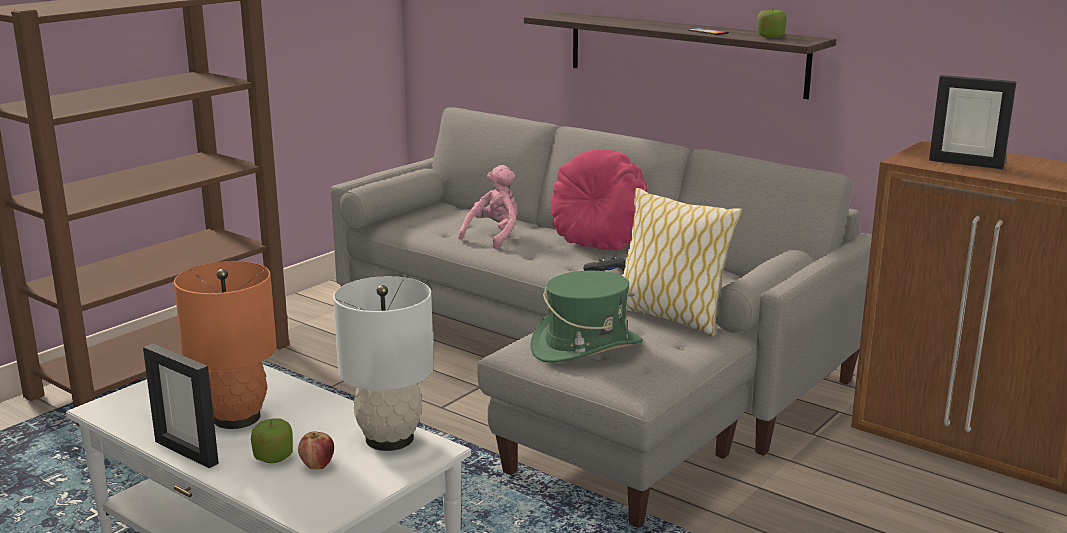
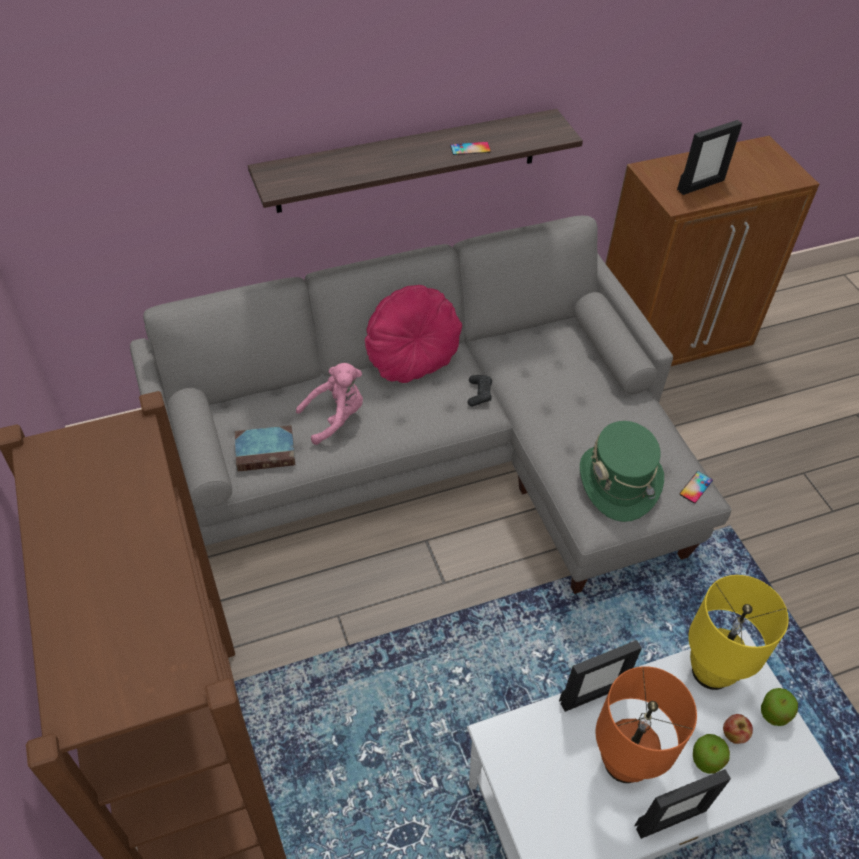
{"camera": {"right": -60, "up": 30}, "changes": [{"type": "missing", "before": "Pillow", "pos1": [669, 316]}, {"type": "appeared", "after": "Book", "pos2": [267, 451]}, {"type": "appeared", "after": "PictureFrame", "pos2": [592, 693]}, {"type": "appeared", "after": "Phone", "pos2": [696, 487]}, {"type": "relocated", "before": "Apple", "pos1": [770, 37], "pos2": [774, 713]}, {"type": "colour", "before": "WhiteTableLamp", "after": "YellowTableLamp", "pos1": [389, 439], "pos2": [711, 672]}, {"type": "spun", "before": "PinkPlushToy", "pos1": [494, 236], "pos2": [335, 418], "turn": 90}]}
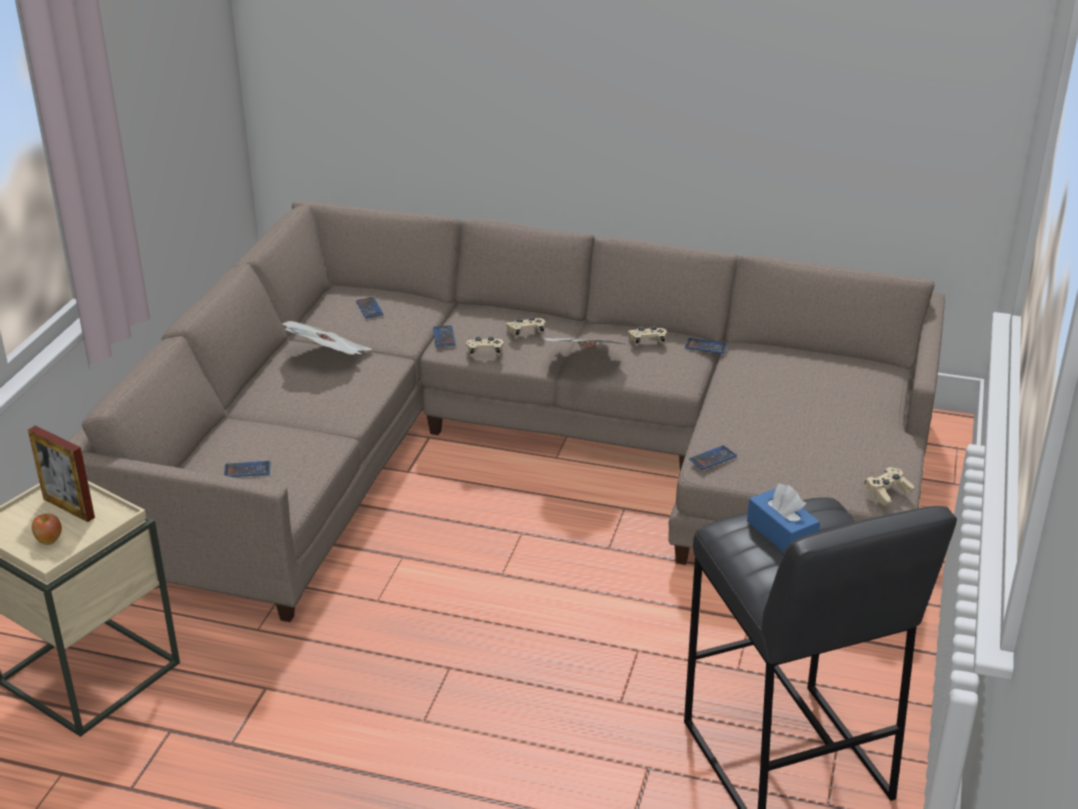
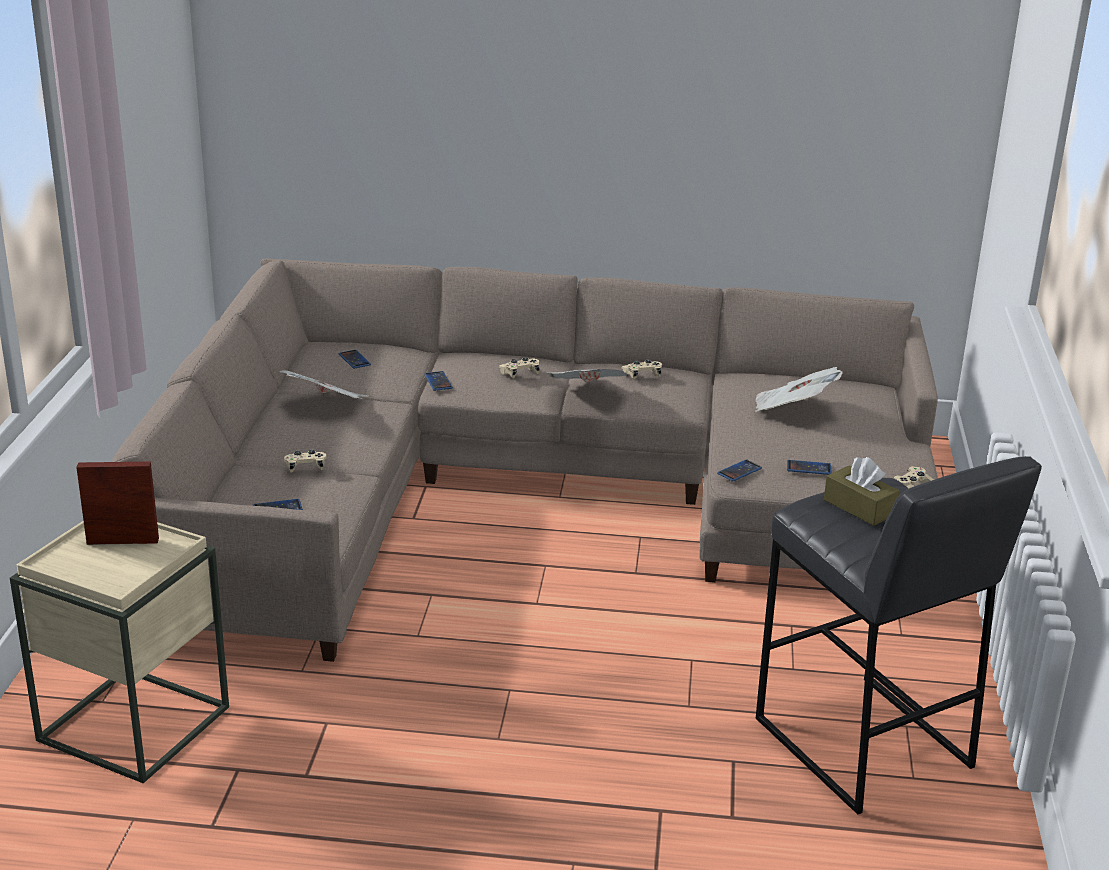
{"camera": {"right": -10, "up": -5}, "changes": [{"type": "missing", "before": "Apple", "pos1": [49, 540]}, {"type": "appeared", "after": "Newspaper", "pos2": [792, 410]}, {"type": "relocated", "before": "BeigeGameController", "pos1": [485, 352], "pos2": [305, 468]}, {"type": "relocated", "before": "Phone", "pos1": [706, 346], "pos2": [808, 468]}, {"type": "colour", "before": "BlueTissueBox", "after": "BrownTissueBox", "pos1": [781, 533], "pos2": [859, 507]}, {"type": "spun", "before": "PictureFrame", "pos1": [69, 508], "pos2": [123, 541], "turn": 150}]}
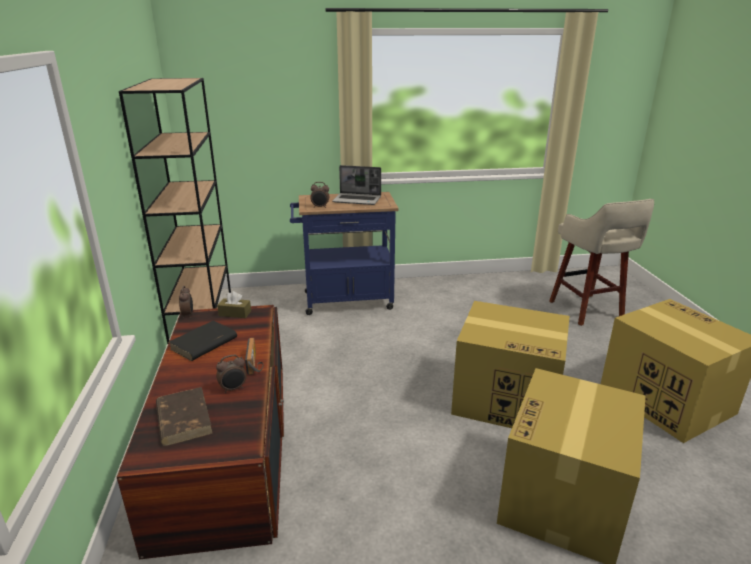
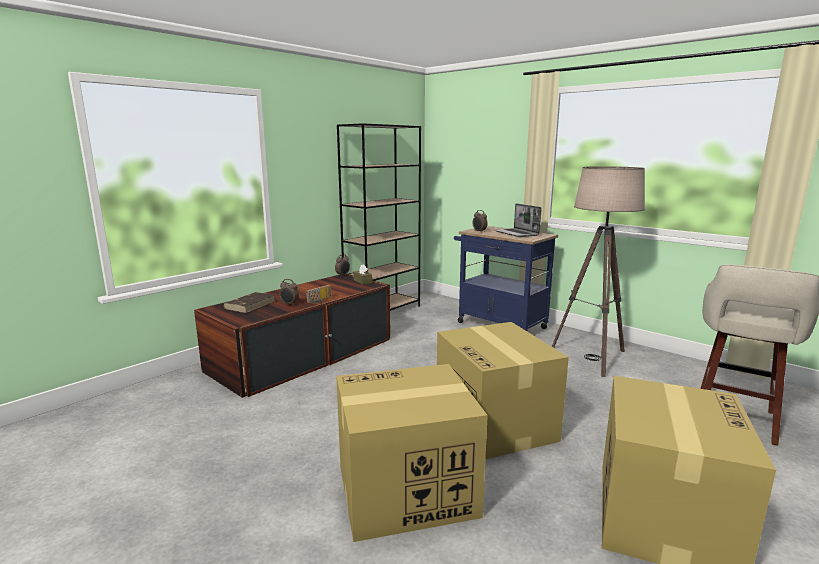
{"camera": {"right": 50, "up": -10}, "changes": [{"type": "missing", "before": "BlackBook", "pos1": [203, 344]}, {"type": "appeared", "after": "FloorLamp", "pos2": [592, 358]}]}
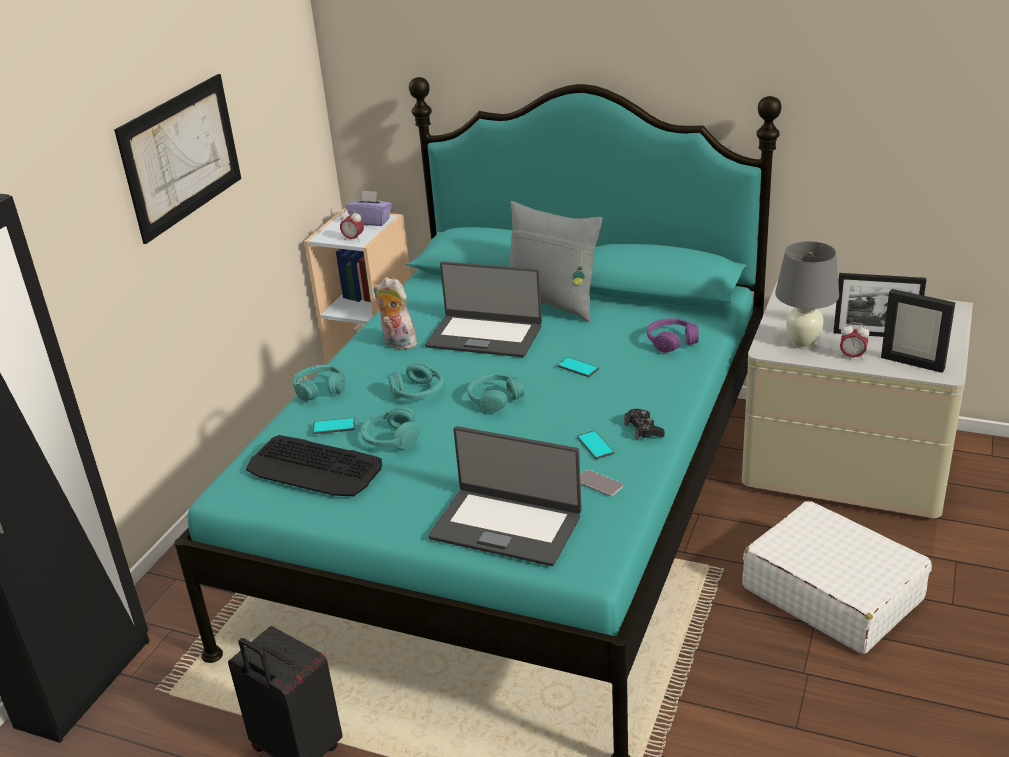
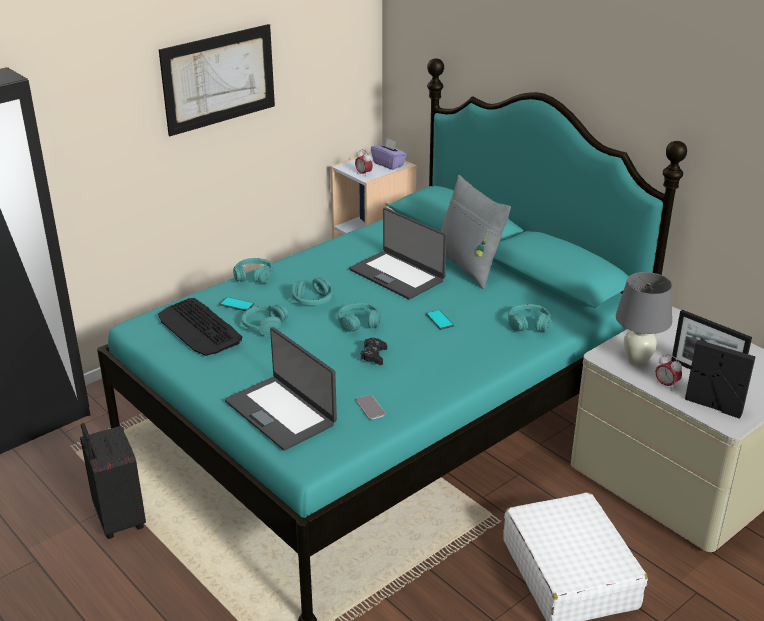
{"camera": {"right": 25, "up": 0}, "changes": [{"type": "missing", "before": "PlushToy", "pos1": [397, 343]}, {"type": "missing", "before": "Phone", "pos1": [595, 445]}, {"type": "relocated", "before": "BlackGameController", "pos1": [643, 429], "pos2": [373, 355]}, {"type": "colour", "before": "PurpleHeadphones", "after": "TurquoiseHeadphones", "pos1": [671, 341], "pos2": [528, 324]}, {"type": "spun", "before": "PictureFrame", "pos1": [913, 362], "pos2": [713, 407], "turn": 150}]}
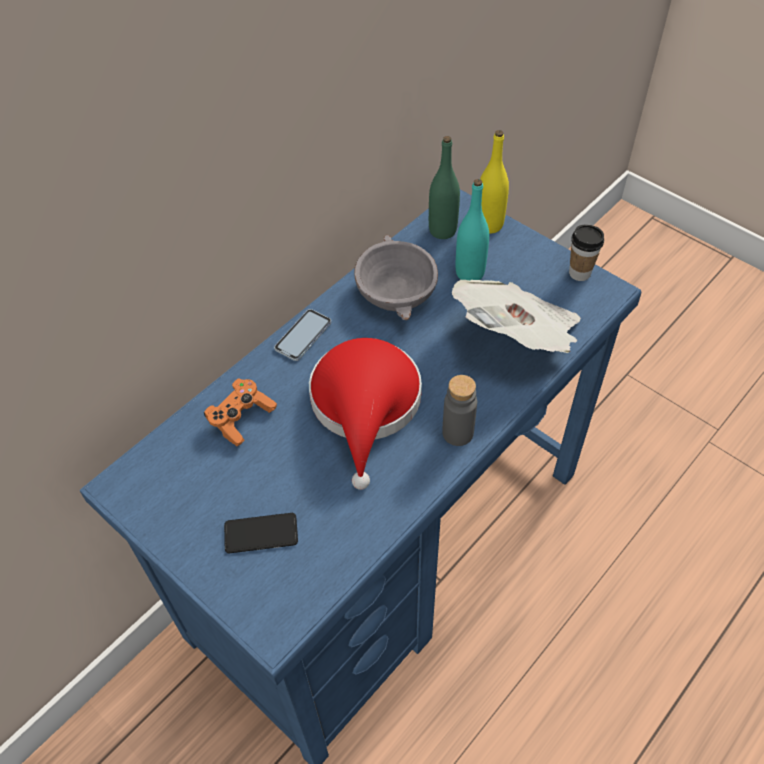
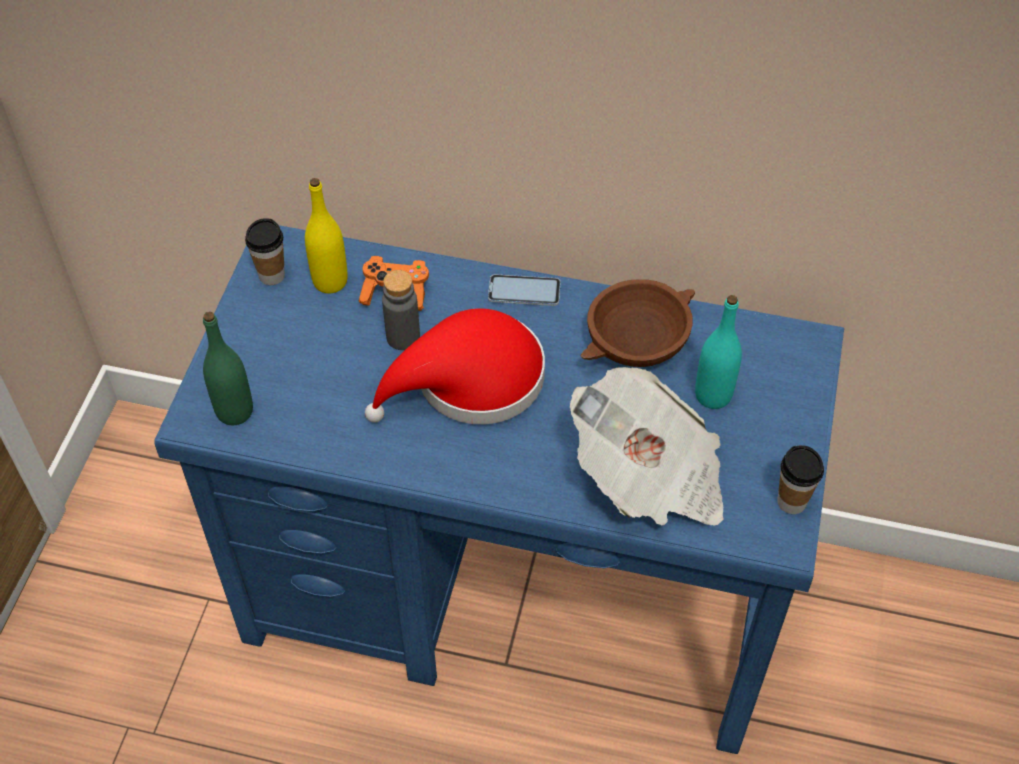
{"camera": {"right": 60, "up": 0}, "changes": [{"type": "missing", "before": "Phone", "pos1": [261, 533]}, {"type": "appeared", "after": "Cup", "pos2": [272, 275]}, {"type": "relocated", "before": "GreenBottle", "pos1": [442, 230], "pos2": [234, 411]}, {"type": "relocated", "before": "GreyBottle", "pos1": [457, 433], "pos2": [403, 337]}, {"type": "relocated", "before": "YellowBottle", "pos1": [489, 225], "pos2": [330, 281]}, {"type": "colour", "before": "GreyBowl", "after": "BrownBowl", "pos1": [395, 291], "pos2": [636, 340]}]}
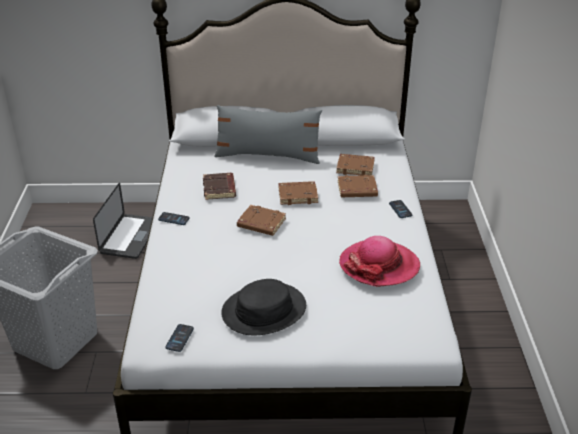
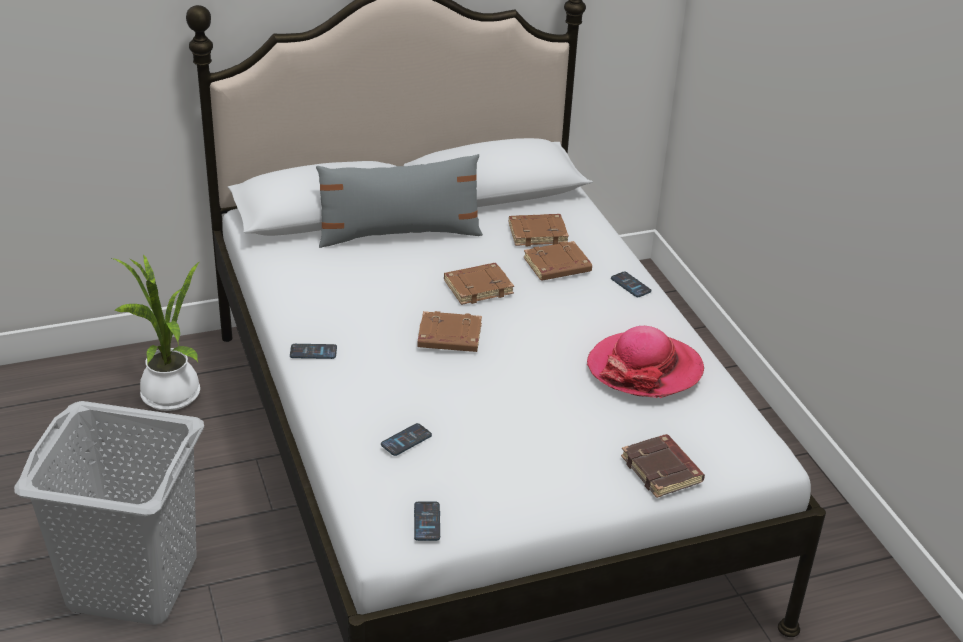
{"camera": {"right": -20, "up": 0}, "changes": [{"type": "missing", "before": "BlackHat", "pos1": [264, 310]}, {"type": "appeared", "after": "Phone", "pos2": [406, 440]}, {"type": "relocated", "before": "BrownBook", "pos1": [220, 189], "pos2": [663, 470]}, {"type": "exchanged", "before": "Laptop", "after": "PottedPlant", "pos1": [130, 237], "pos2": [170, 398]}]}
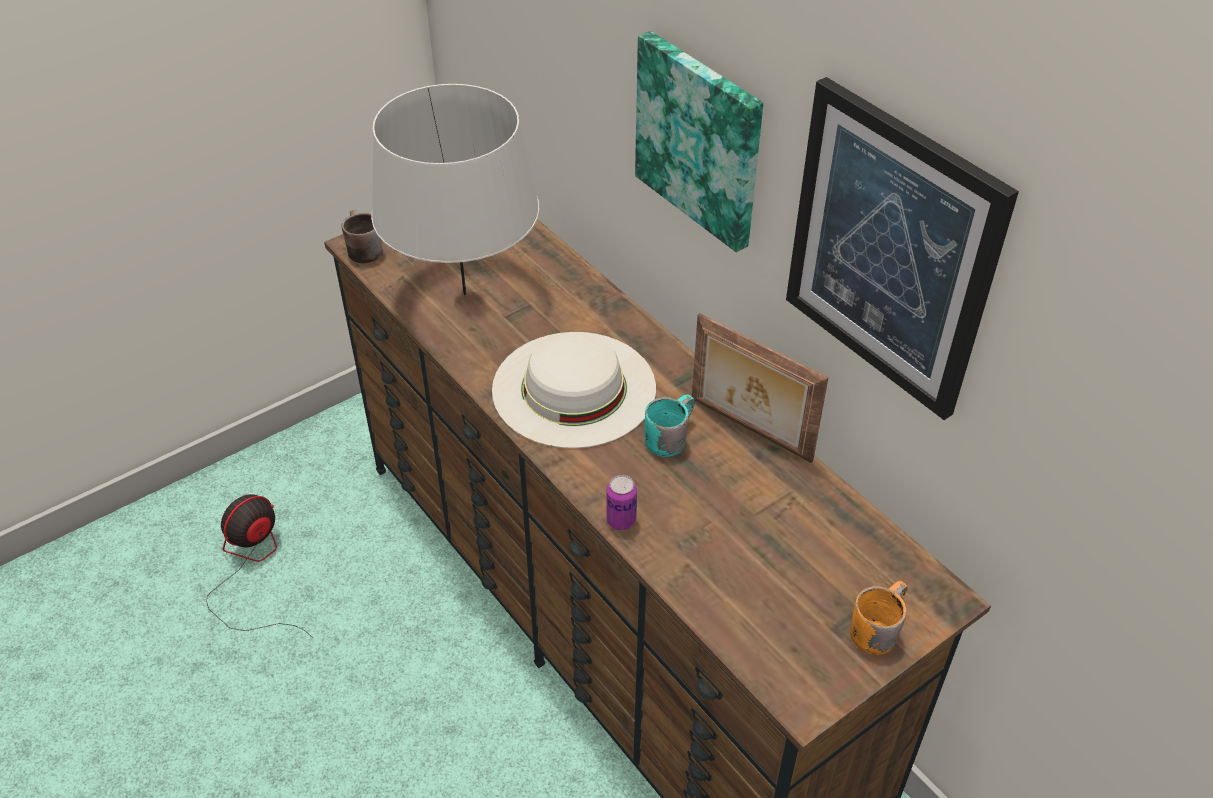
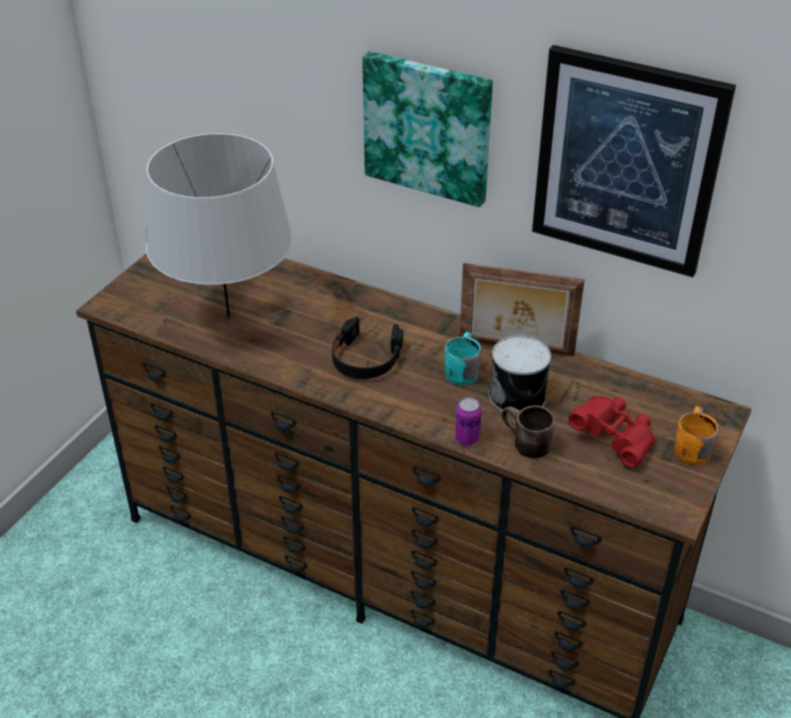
{"camera": {"right": -25, "up": -5}, "changes": [{"type": "missing", "before": "Fan", "pos1": [253, 569]}, {"type": "appeared", "after": "Can", "pos2": [519, 397]}, {"type": "appeared", "after": "RedBinoculars", "pos2": [614, 439]}, {"type": "relocated", "before": "BrownMug", "pos1": [360, 250], "pos2": [523, 444]}, {"type": "exchanged", "before": "WhiteHat", "after": "BlackHeadphones", "pos1": [574, 388], "pos2": [365, 358]}]}
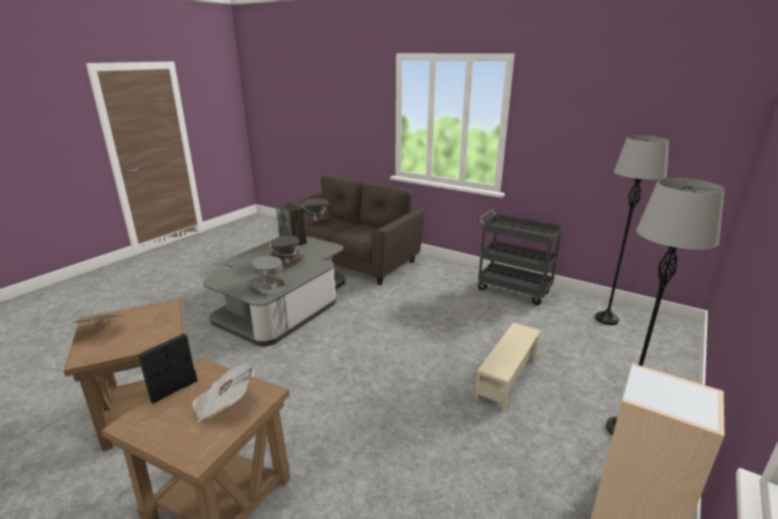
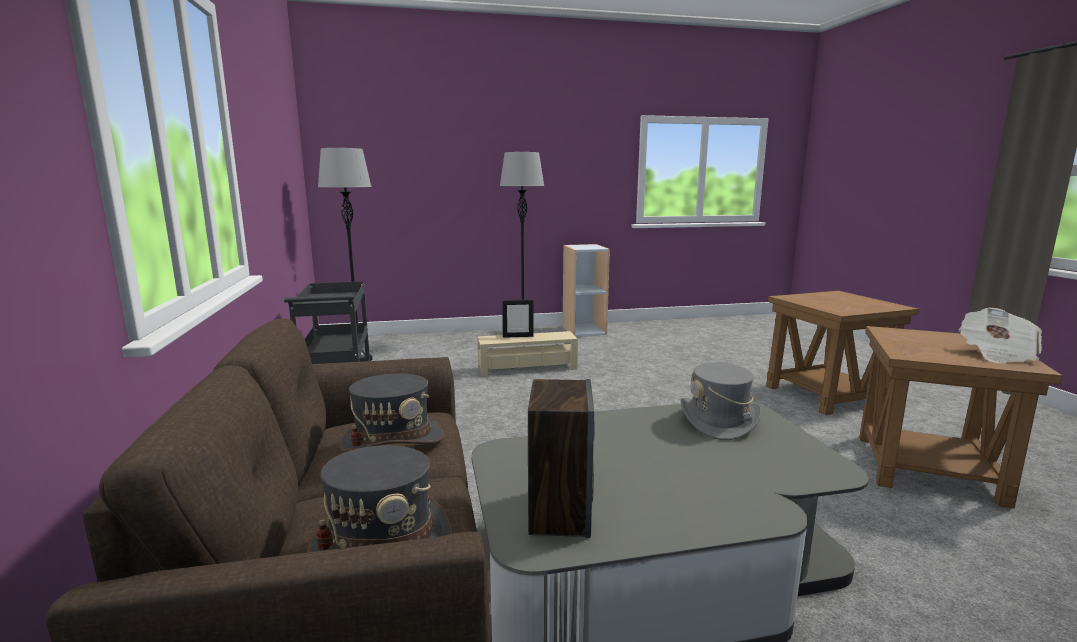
{"camera": {"right": -135, "up": -10}, "changes": [{"type": "missing", "before": "Newspaper", "pos1": [224, 405]}, {"type": "relocated", "before": "PictureFrame", "pos1": [174, 390], "pos2": [518, 336]}, {"type": "relocated", "before": "GreyHat", "pos1": [286, 262], "pos2": [393, 440]}]}
